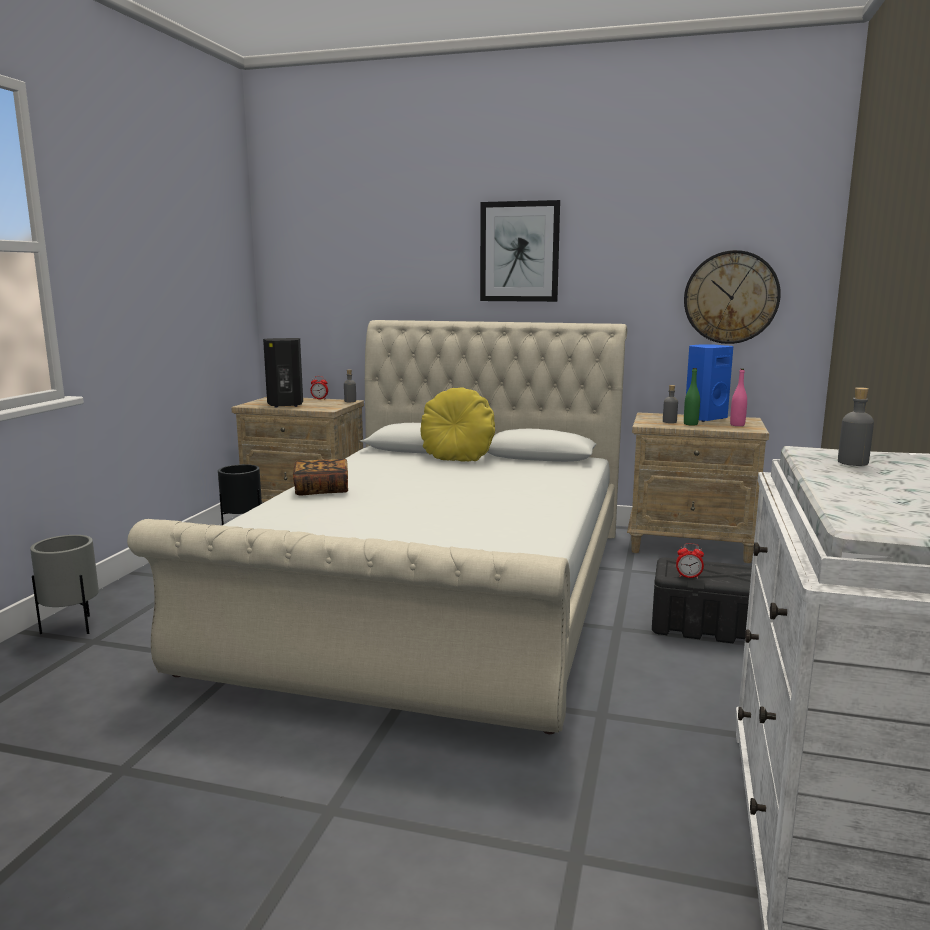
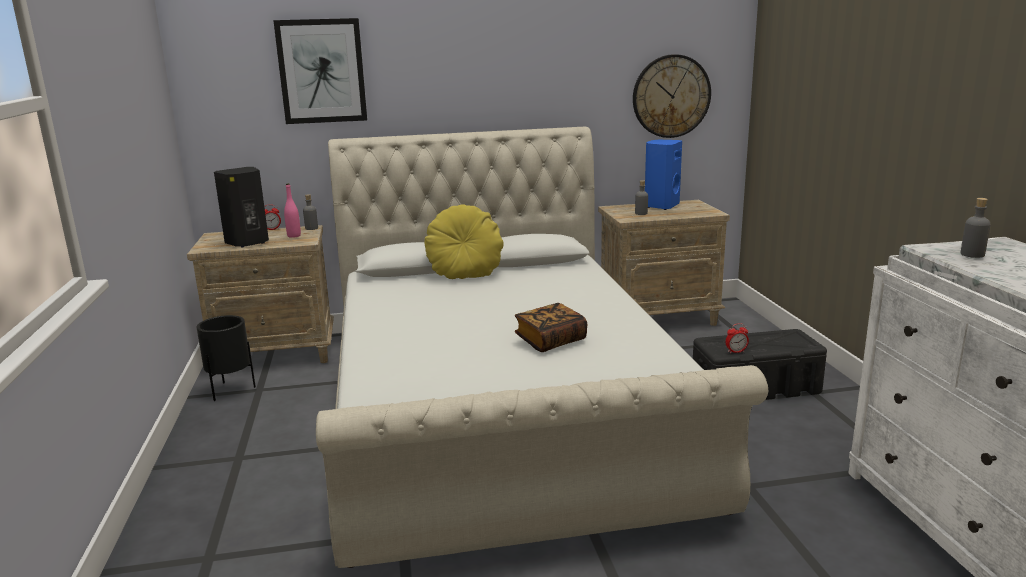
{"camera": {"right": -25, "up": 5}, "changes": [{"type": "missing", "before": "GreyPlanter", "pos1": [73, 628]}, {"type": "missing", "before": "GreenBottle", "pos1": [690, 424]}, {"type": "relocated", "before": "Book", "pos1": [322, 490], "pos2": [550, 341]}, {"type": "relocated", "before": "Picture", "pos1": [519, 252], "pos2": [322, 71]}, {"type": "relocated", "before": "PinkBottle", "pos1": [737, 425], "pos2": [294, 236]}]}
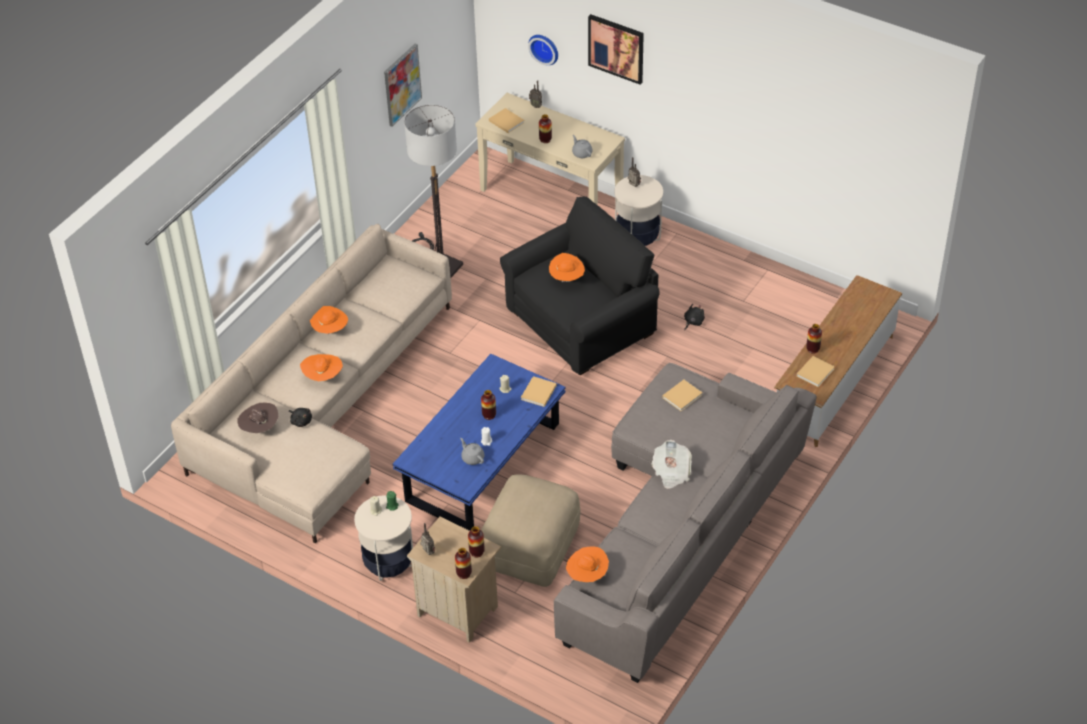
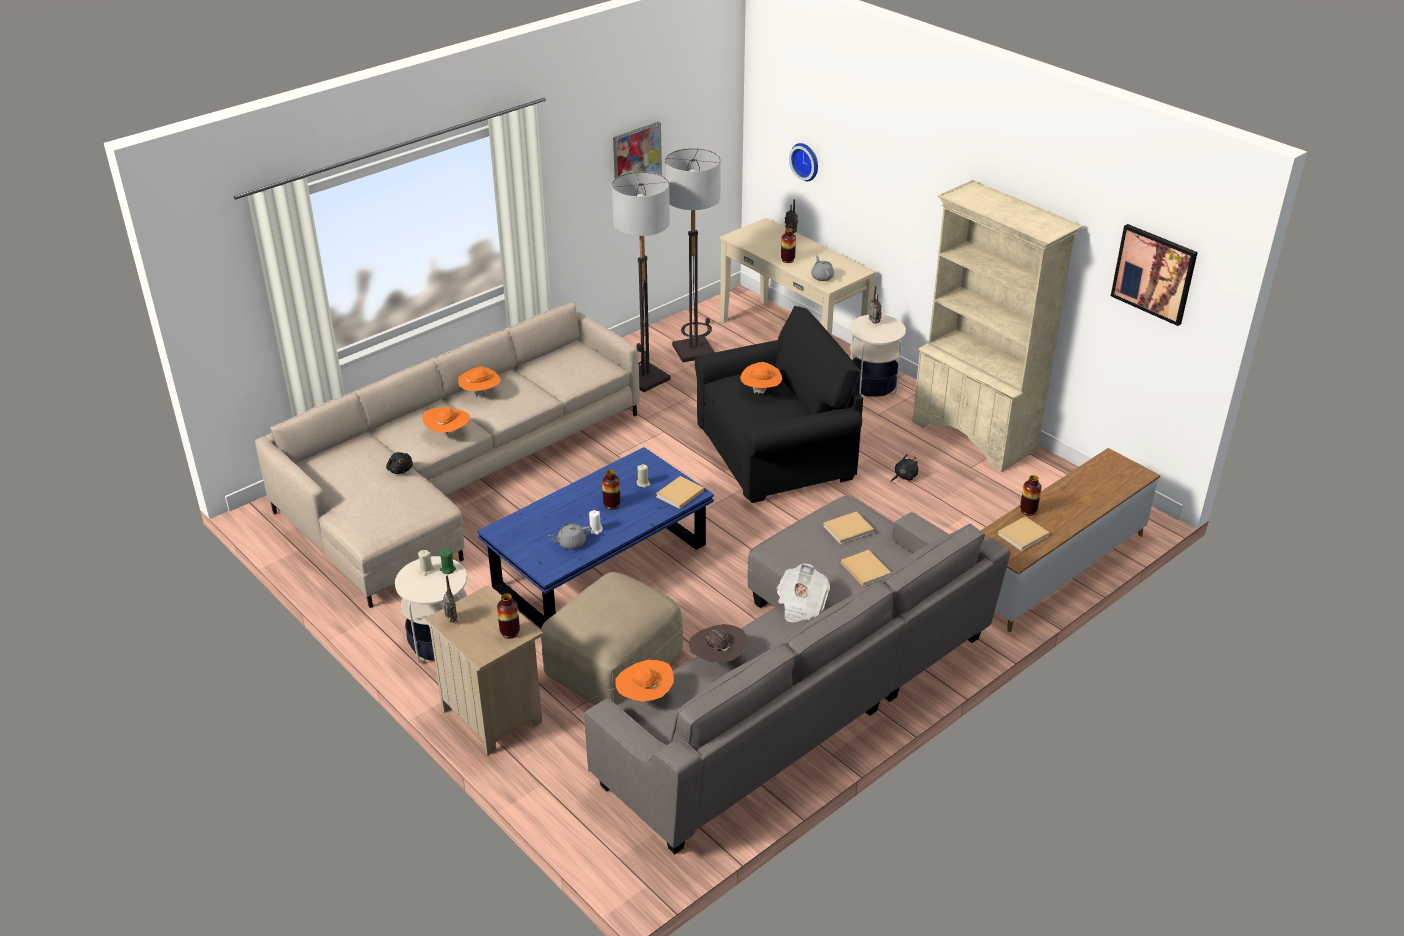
{"camera": {"right": 15, "up": -10}, "changes": [{"type": "missing", "before": "Vase", "pos1": [464, 573]}, {"type": "appeared", "after": "FloorLamp", "pos2": [694, 345]}, {"type": "appeared", "after": "BeigeBookcase", "pos2": [975, 435]}, {"type": "relocated", "before": "BrownHat", "pos1": [259, 429], "pos2": [717, 659]}, {"type": "relocated", "before": "BeigeBook", "pos1": [506, 121], "pos2": [865, 569]}, {"type": "relocated", "before": "Picture", "pos1": [616, 48], "pos2": [1154, 273]}, {"type": "spun", "before": "GreyTeapot", "pos1": [472, 458], "pos2": [571, 543], "turn": -90}]}
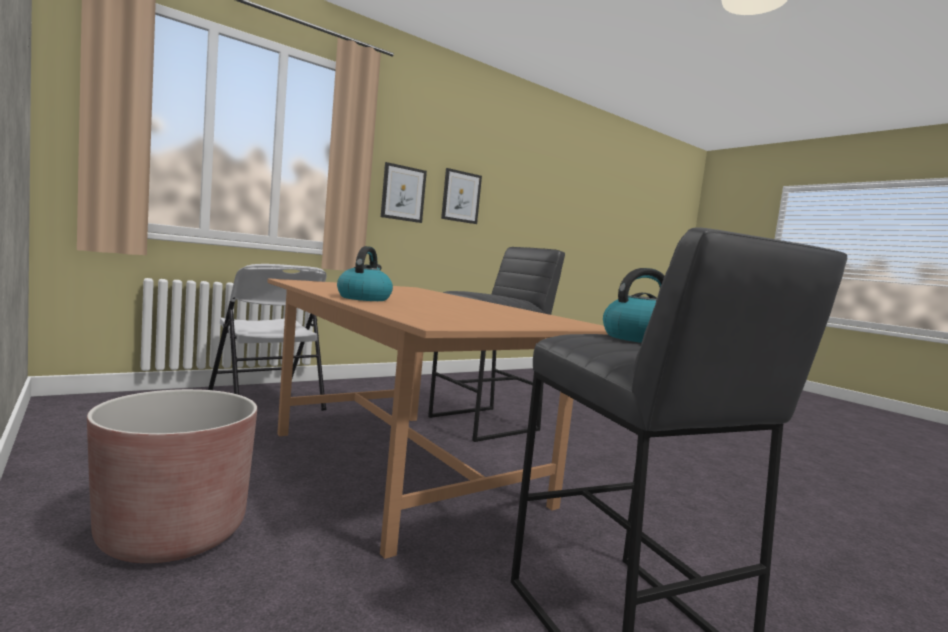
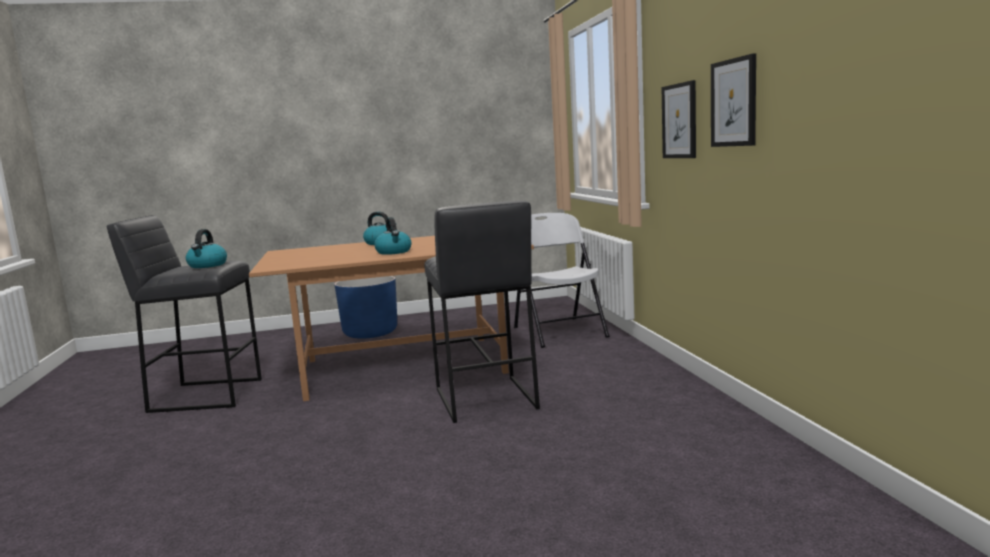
{"camera": {"right": 115, "up": 5}, "changes": [{"type": "appeared", "after": "Kettle", "pos2": [394, 252]}, {"type": "colour", "before": "BrownPlanter", "after": "BluePlanter", "pos1": [172, 533], "pos2": [370, 333]}, {"type": "spun", "before": "WhiteChair", "pos1": [265, 402], "pos2": [560, 332], "turn": 90}]}
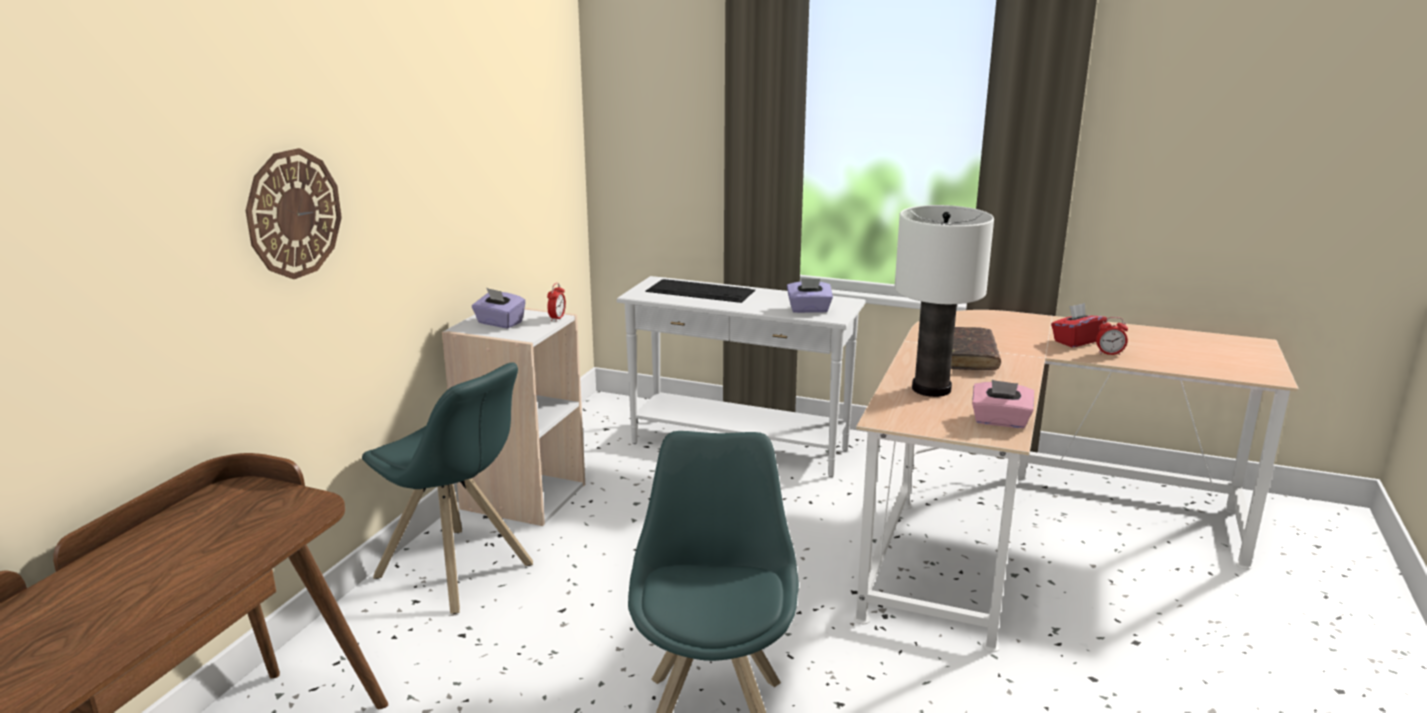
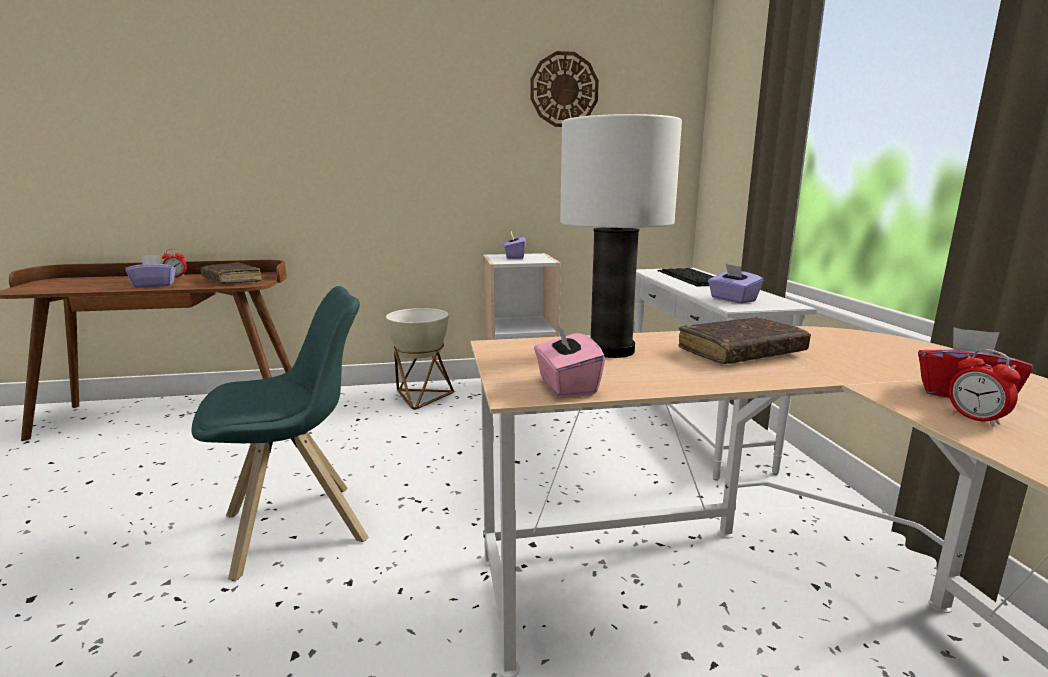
{"camera": {"right": 60, "up": -5}, "changes": [{"type": "appeared", "after": "PurpleTissueBox", "pos2": [154, 285]}, {"type": "appeared", "after": "BrownBook", "pos2": [231, 280]}, {"type": "relocated", "before": "WallClock", "pos1": [294, 214], "pos2": [564, 90]}, {"type": "relocated", "before": "AlarmClock", "pos1": [557, 318], "pos2": [176, 276]}, {"type": "exchanged", "before": "TurquoiseChair", "after": "Planter", "pos1": [456, 570], "pos2": [421, 398]}]}
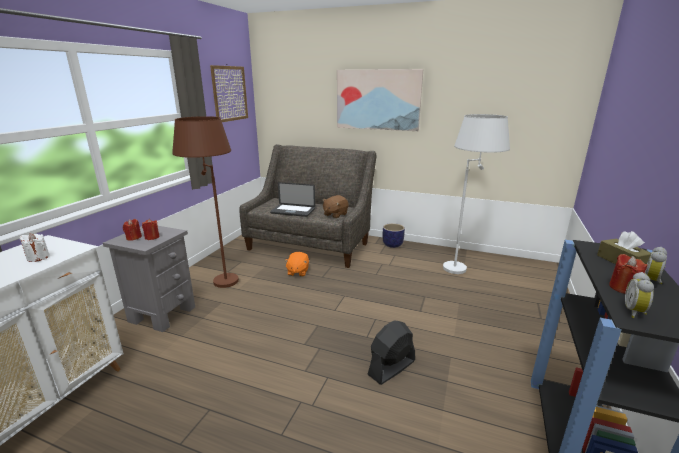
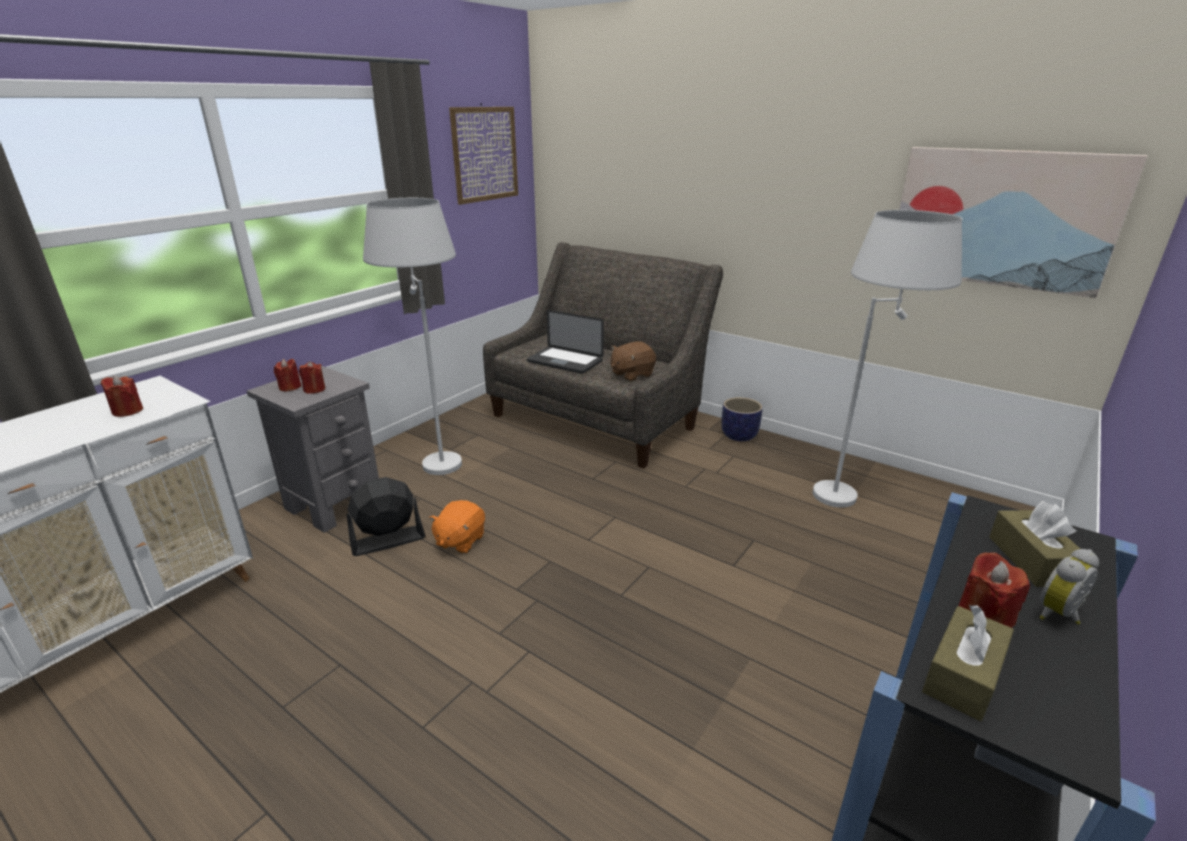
{"camera": {"right": 15, "up": 5}, "changes": [{"type": "relocated", "before": "OrangePlushToy", "pos1": [297, 272], "pos2": [460, 540]}, {"type": "relocated", "before": "Picture", "pos1": [378, 100], "pos2": [1002, 218]}, {"type": "relocated", "before": "BlackFan", "pos1": [391, 368], "pos2": [387, 540]}, {"type": "exchanged", "before": "AlarmClock", "after": "BrownTissueBox", "pos1": [635, 312], "pos2": [963, 675]}, {"type": "colour", "before": "WhiteCandle", "after": "RedCandle", "pos1": [38, 257], "pos2": [127, 411]}, {"type": "colour", "before": "BrownFloorLamp", "after": "WhiteFloorLamp", "pos1": [219, 276], "pos2": [435, 455]}]}
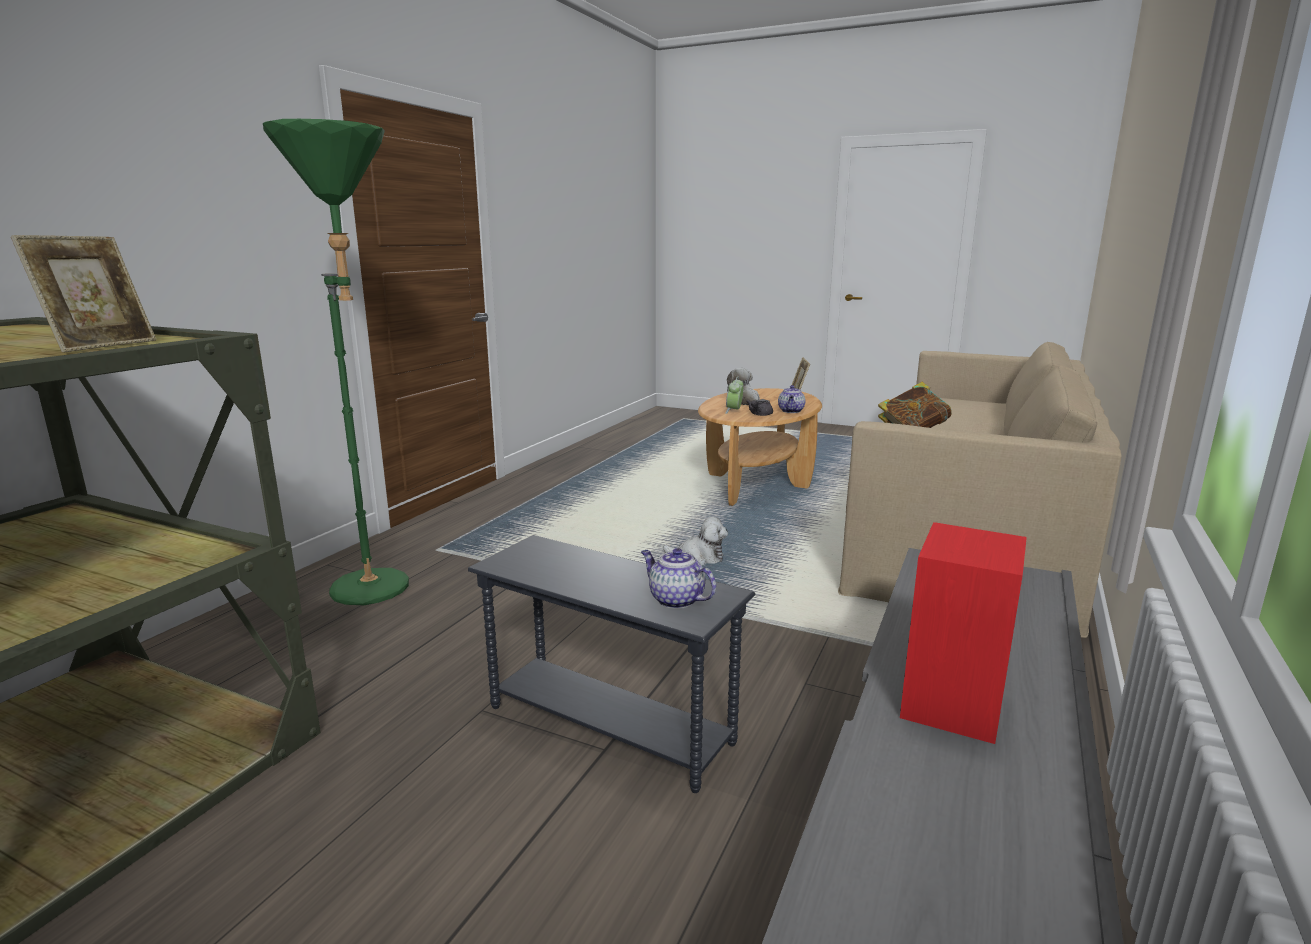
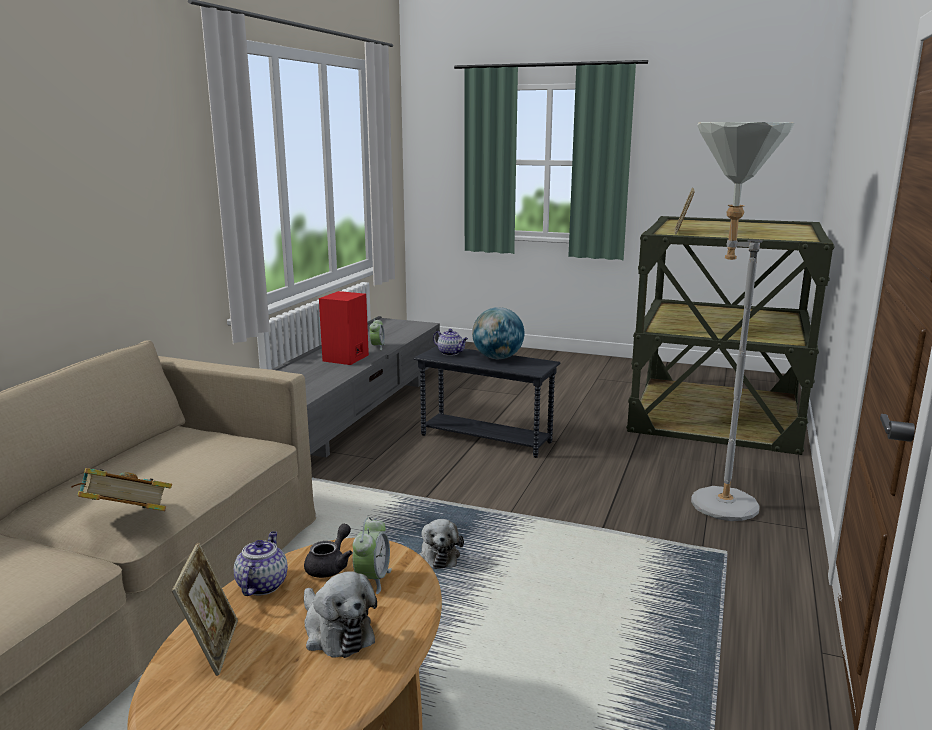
{"camera": {"right": 175, "up": 0}, "changes": [{"type": "appeared", "after": "AlarmClock", "pos2": [377, 347]}, {"type": "appeared", "after": "Globe", "pos2": [497, 358]}, {"type": "colour", "before": "GreenFloorLamp", "after": "GreyFloorLamp", "pos1": [379, 594], "pos2": [710, 501]}, {"type": "spun", "before": "PlushToy", "pos1": [699, 557], "pos2": [438, 555], "turn": -105}]}
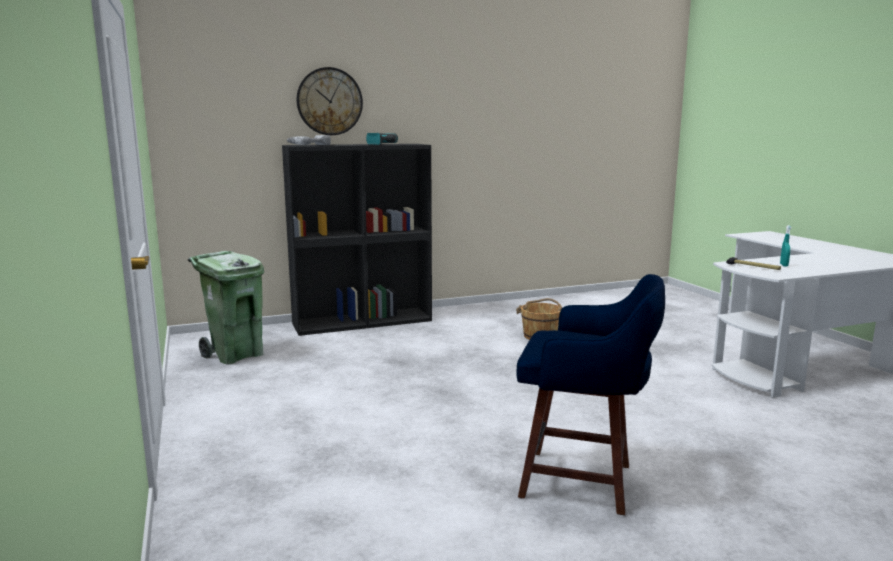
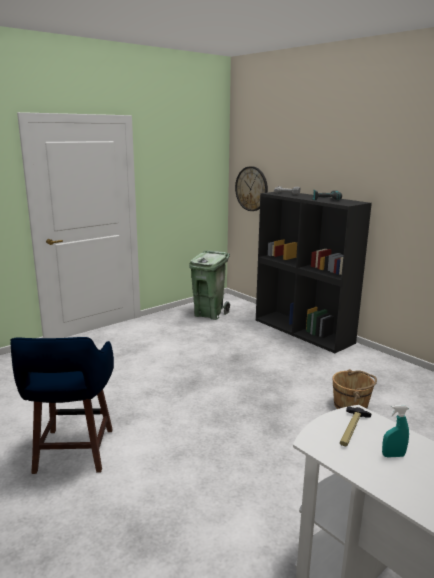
{"camera": {"right": 70, "up": 5}, "changes": [{"type": "relocated", "before": "WallClock", "pos1": [329, 101], "pos2": [251, 188]}]}
